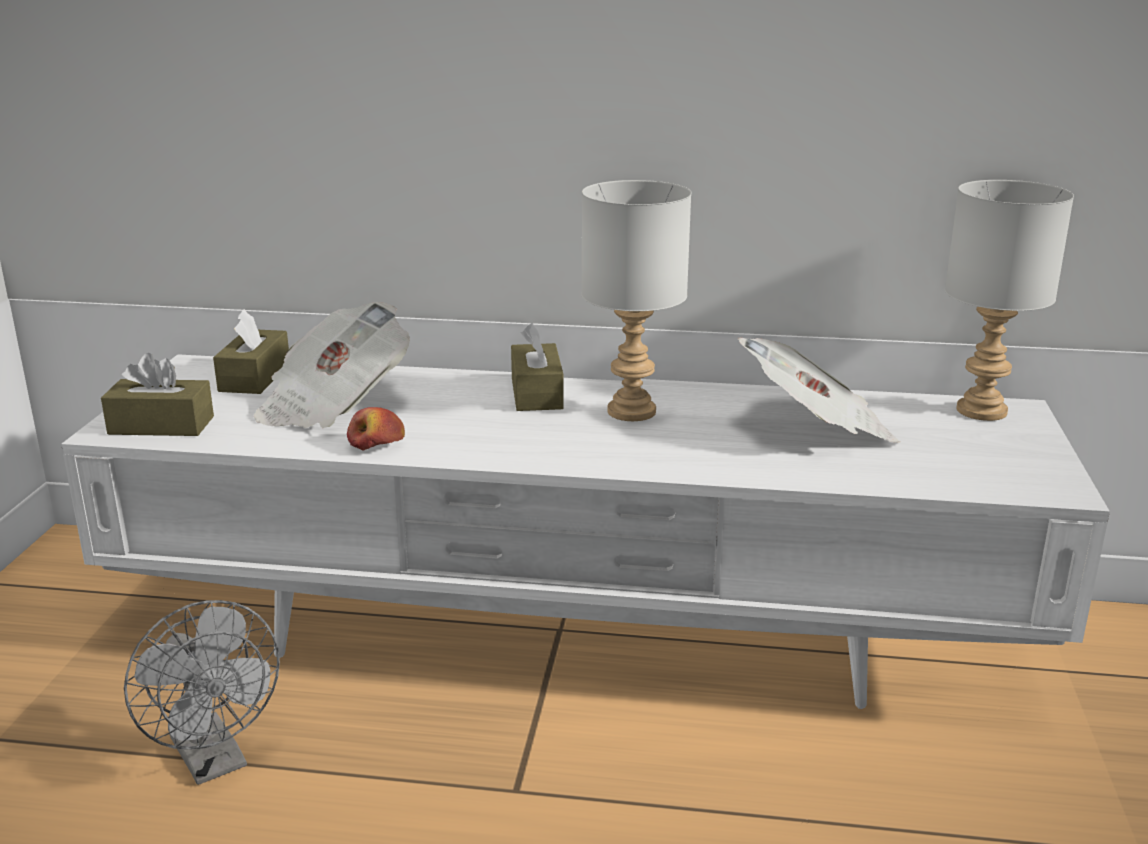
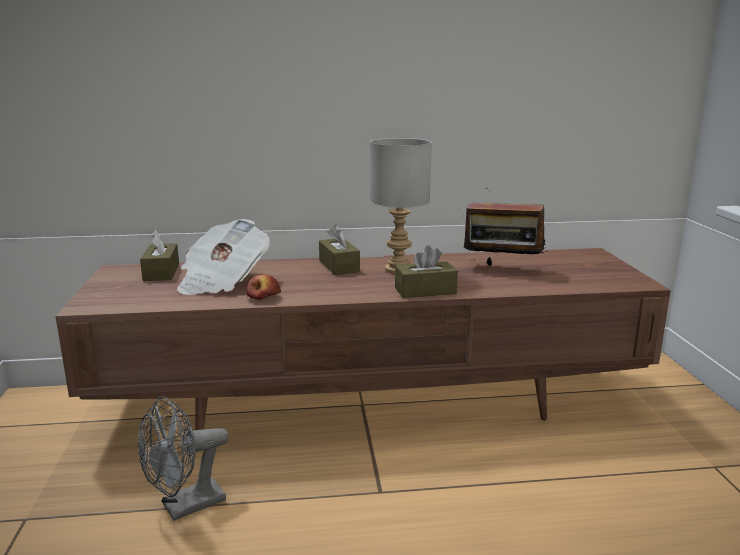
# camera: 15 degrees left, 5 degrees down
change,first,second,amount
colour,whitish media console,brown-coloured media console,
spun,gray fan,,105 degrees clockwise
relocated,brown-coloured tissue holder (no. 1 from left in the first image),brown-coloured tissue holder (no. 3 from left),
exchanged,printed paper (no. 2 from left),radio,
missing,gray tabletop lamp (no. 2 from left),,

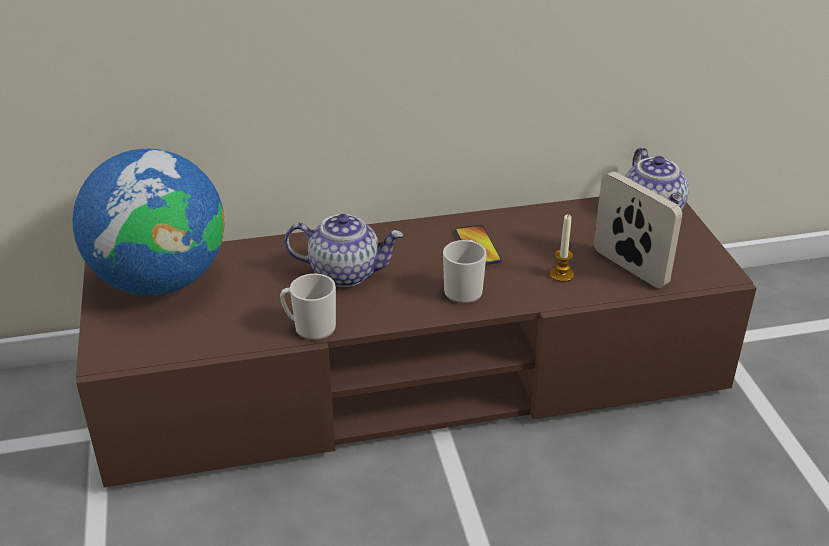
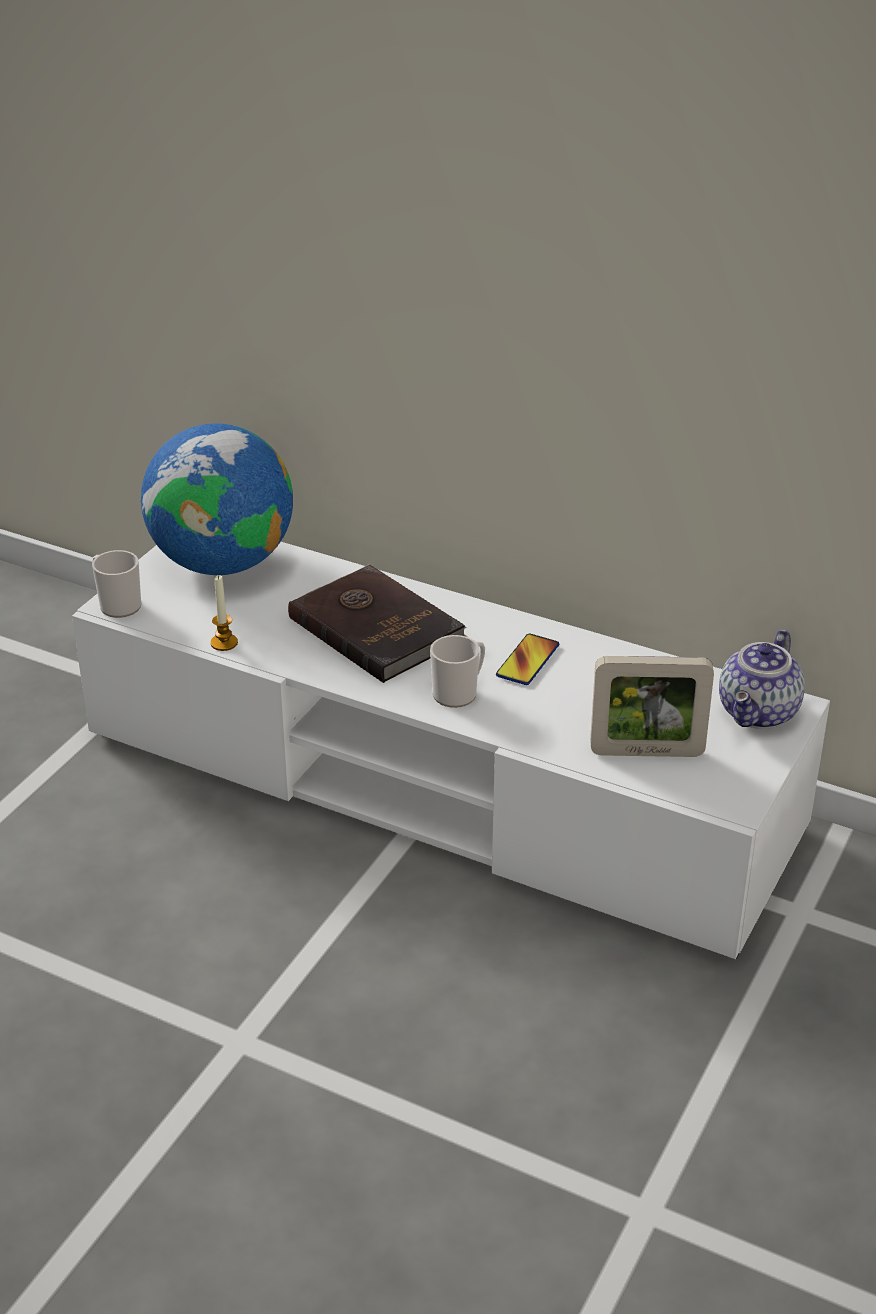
# camera: 40 degrees right, 0 degrees up
change,first,second,amount
colour,brown-coloured media console,whitish media console,
relocated,tea mug (no. 1 from left),,
relocated,wax light,,
exchanged,pot for tea (no. 1 from left),brown-coloured volume,
spun,standing frame,,90 degrees clockwise

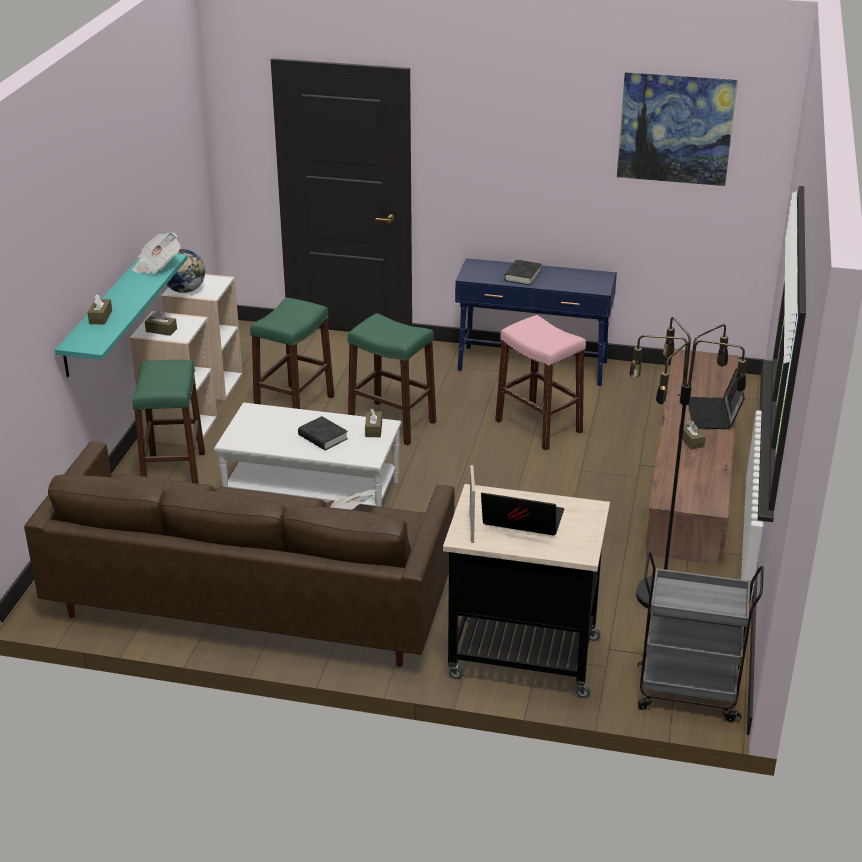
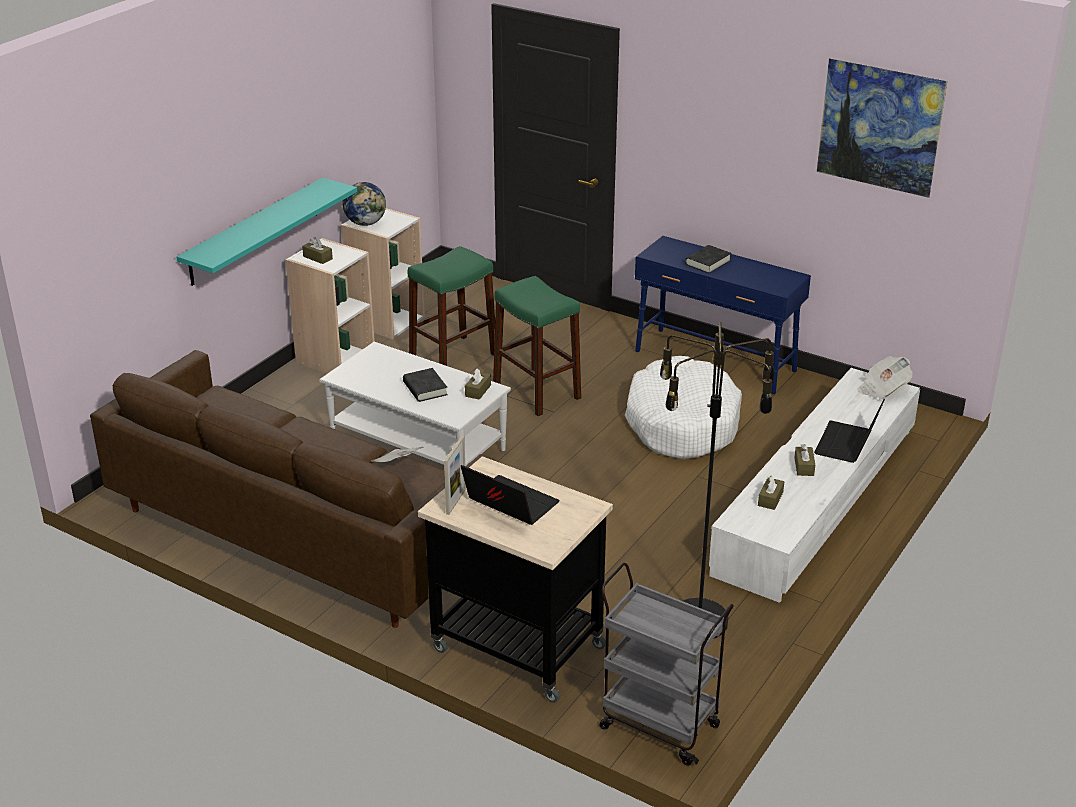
# camera: 20 degrees right, 0 degrees up
change,first,second,amount
exchanged,pinkish stool,whitish pet bed,
colour,brown-coloured media console,whitish media console,
relocated,brown-coloured tissue holder (no. 1 from left in the first image),brown-coloured tissue holder (no. 3 from left),
relocated,printed paper (no. 1 from left in the first image),printed paper (no. 2 from left),
missing,greenish stool (no. 1 from left),,

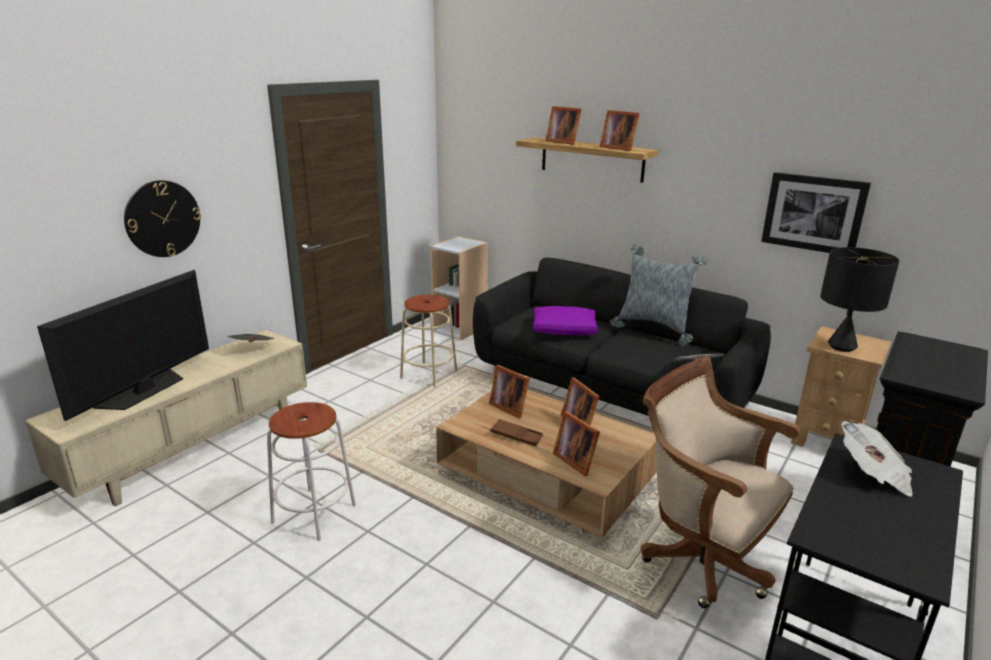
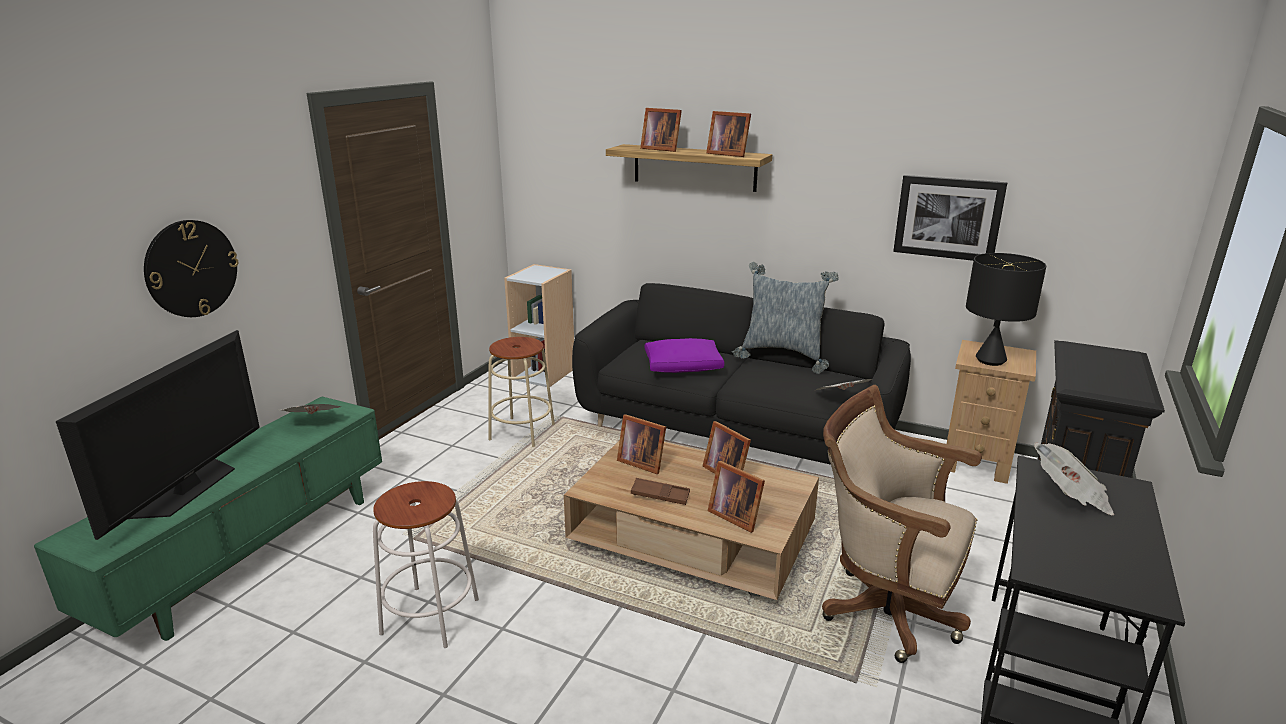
# camera: 10 degrees left, 0 degrees up
change,first,second,amount
colour,beige-coloured media console,greenish media console,

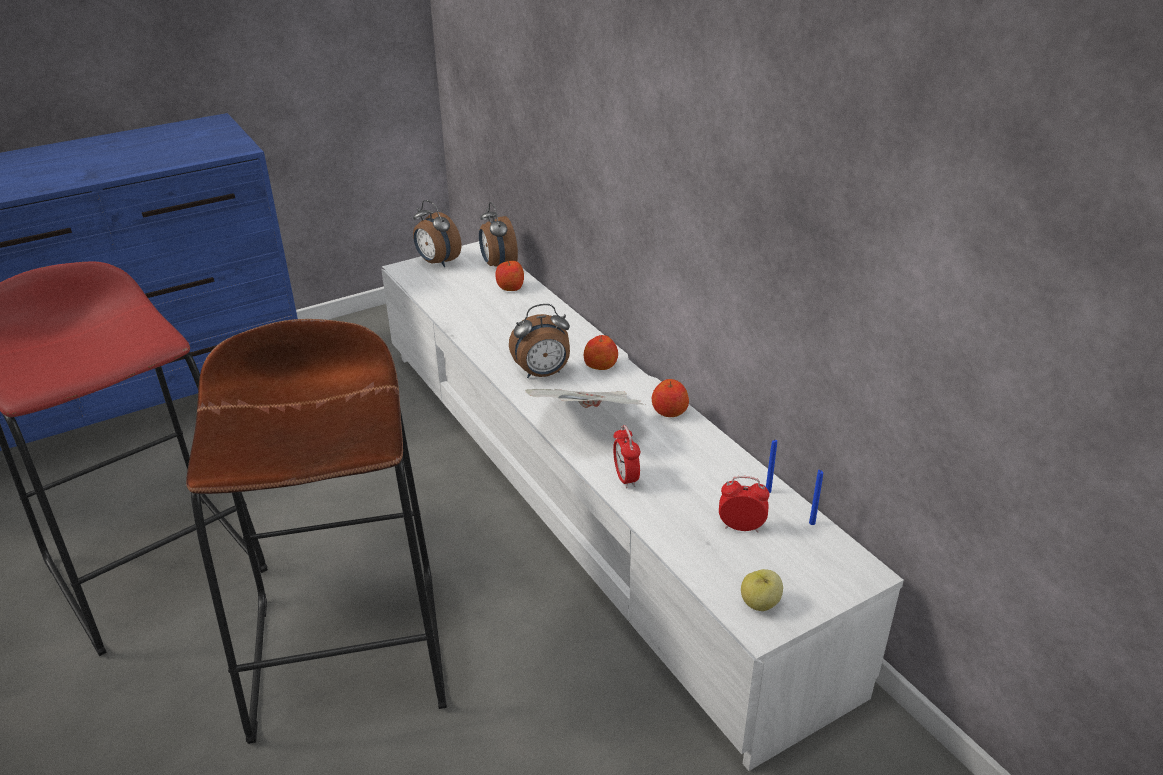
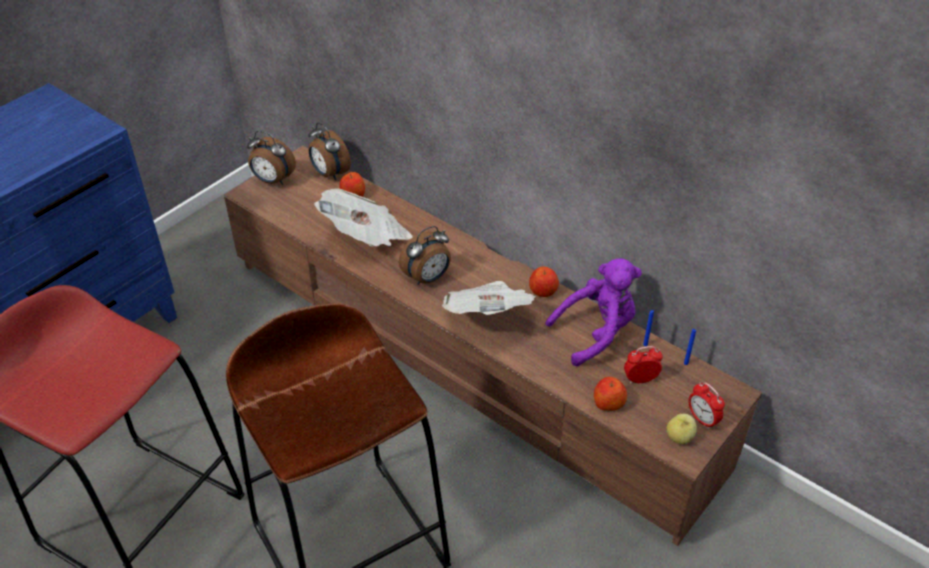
# camera: 20 degrees left, 10 degrees up
change,first,second,amount
colour,whitish media console,brown-coloured media console,
appeared,,printed paper (no. 1 from left),
appeared,,purple soft toy,
relocated,apple (no. 2 from left in the first image),apple (no. 3 from left),
relocated,table clock (no. 4 from left in the first image),table clock (no. 5 from left),

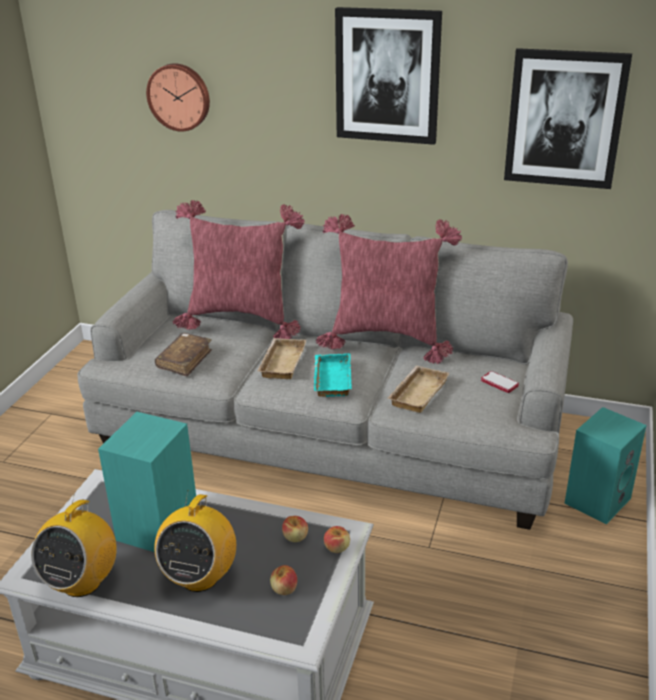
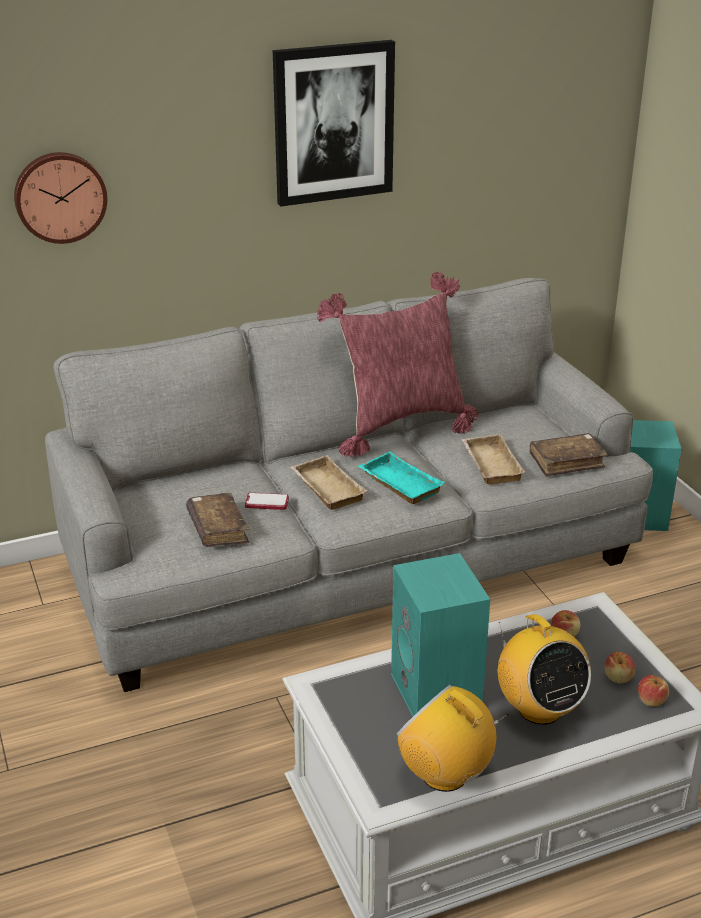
# camera: 40 degrees left, 0 degrees up
change,first,second,amount
relocated,handset,,
spun,radio (no. 1 from left),,150 degrees clockwise
appeared,,brown-coloured volume (no. 2 from left),
relocated,apple (no. 3 from left),,
missing,reddish cushion (no. 1 from left),,
missing,wall picture (no. 2 from left),,

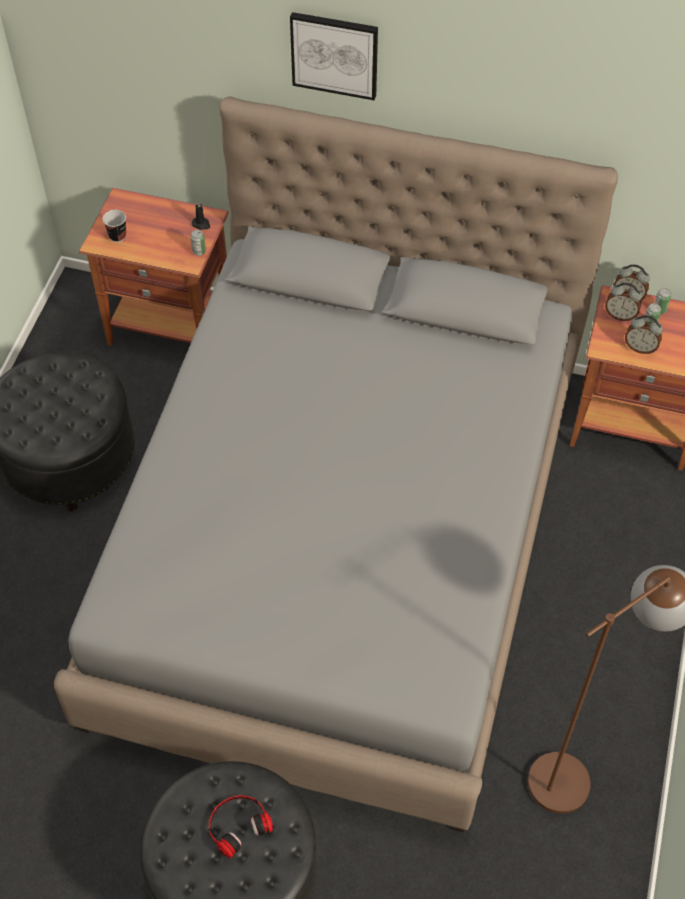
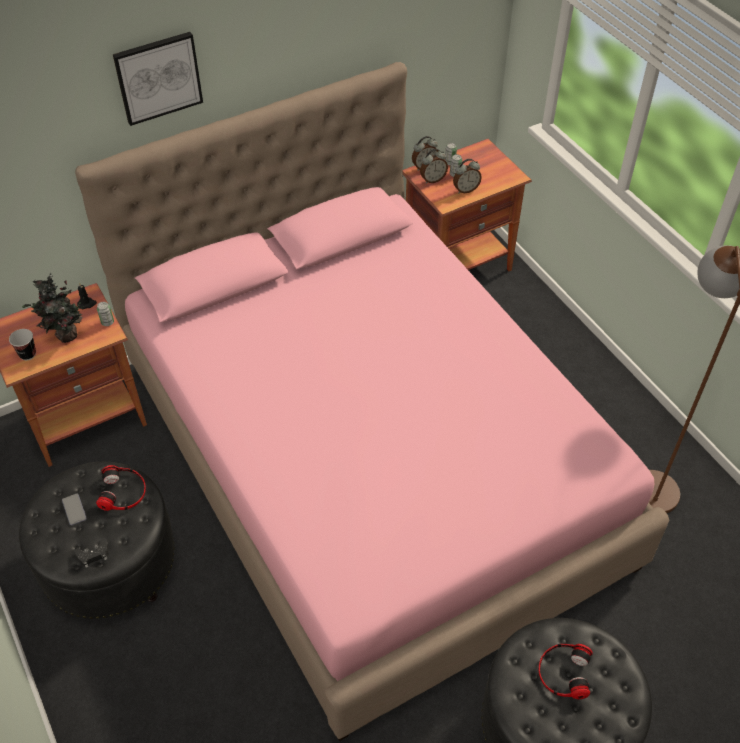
# camera: 45 degrees left, 5 degrees down
change,first,second,amount
appeared,,potted plant,
appeared,,handset,
appeared,,black joypad,
colour,gray sleeping bed,pinkish sleeping bed,
appeared,,headset (no. 1 from left),

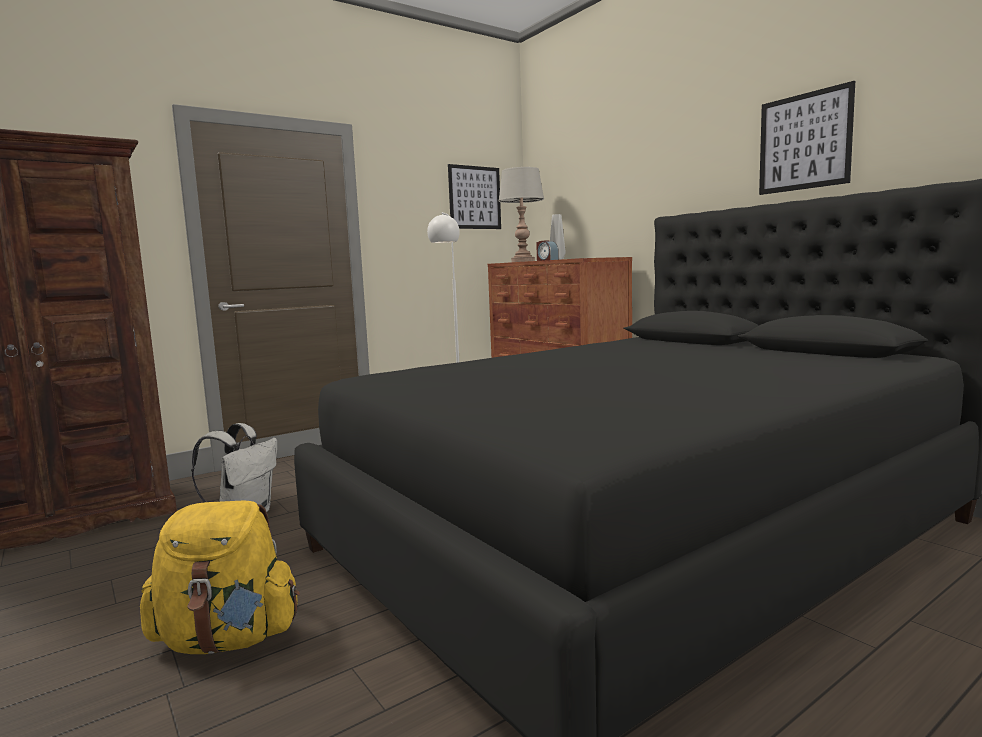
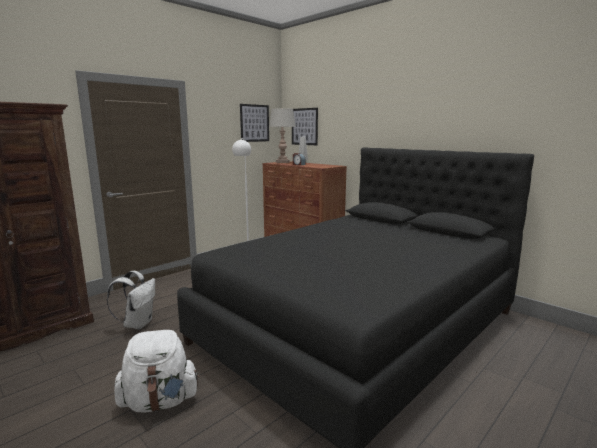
# camera: 10 degrees left, 5 degrees up
change,first,second,amount
colour,yellow backpack,whitish backpack (no. 2 from left),
relocated,wall picture (no. 2 from left),,

